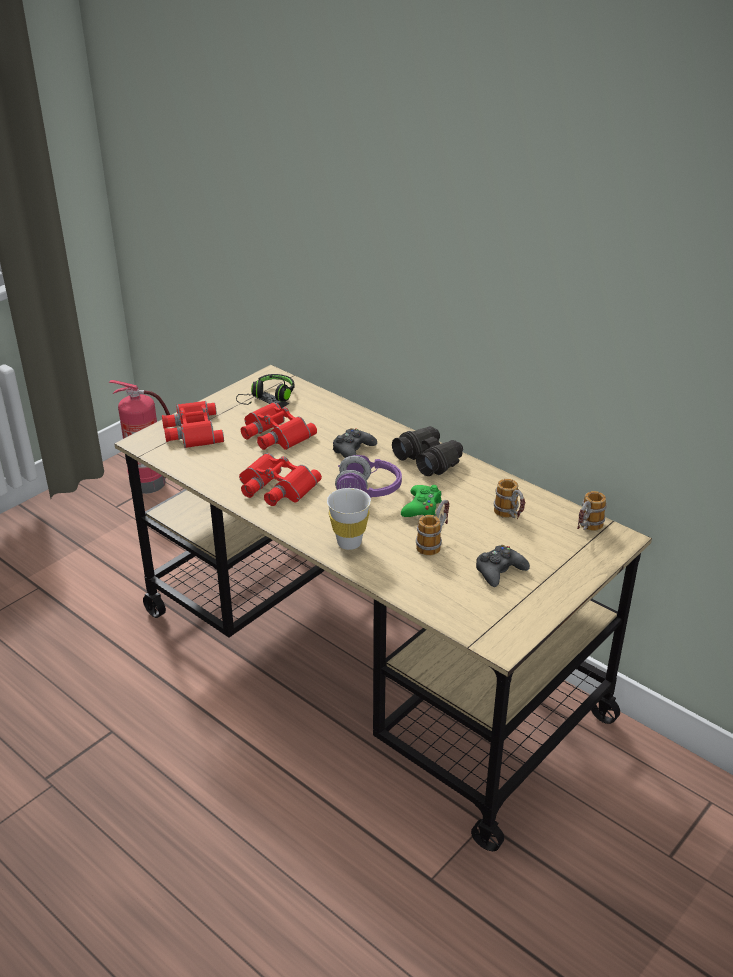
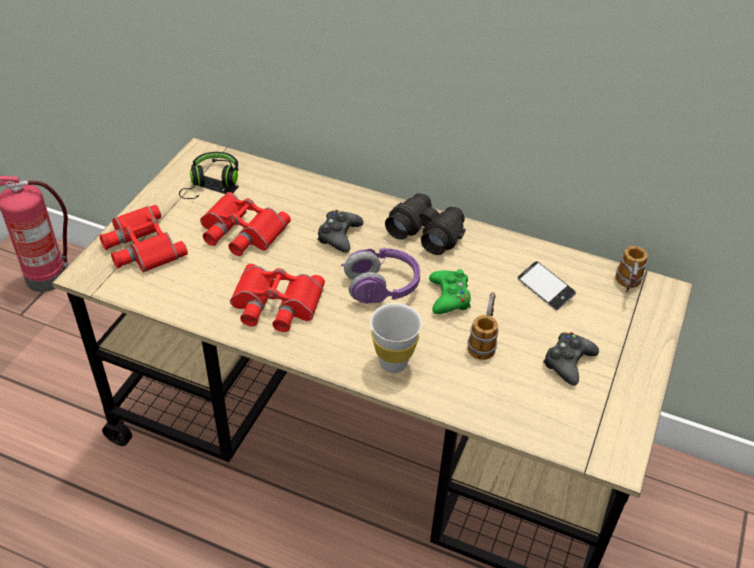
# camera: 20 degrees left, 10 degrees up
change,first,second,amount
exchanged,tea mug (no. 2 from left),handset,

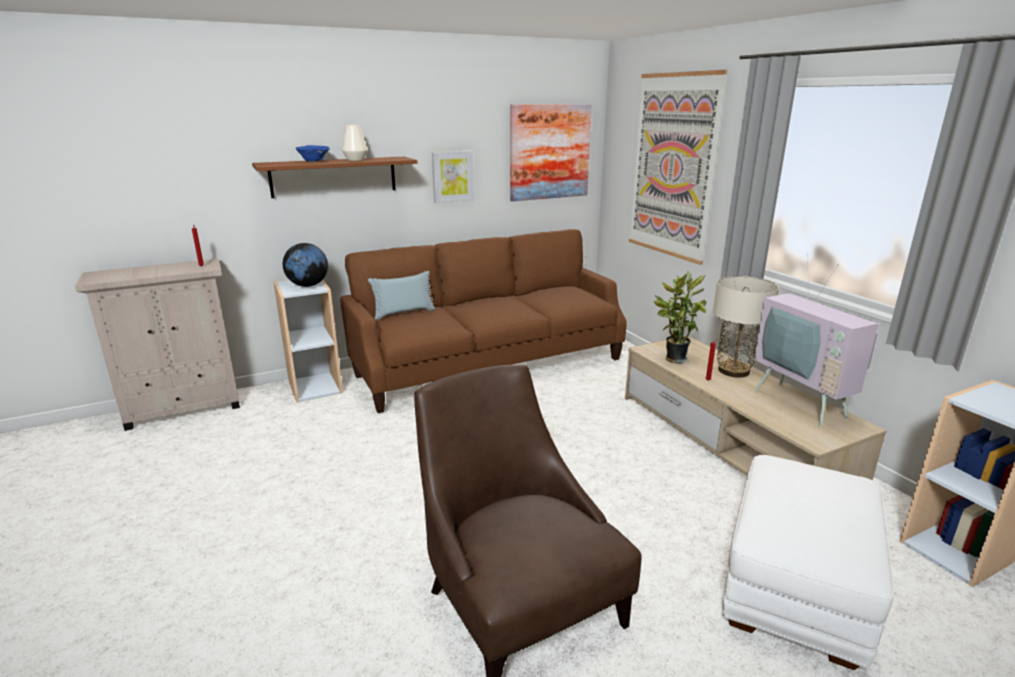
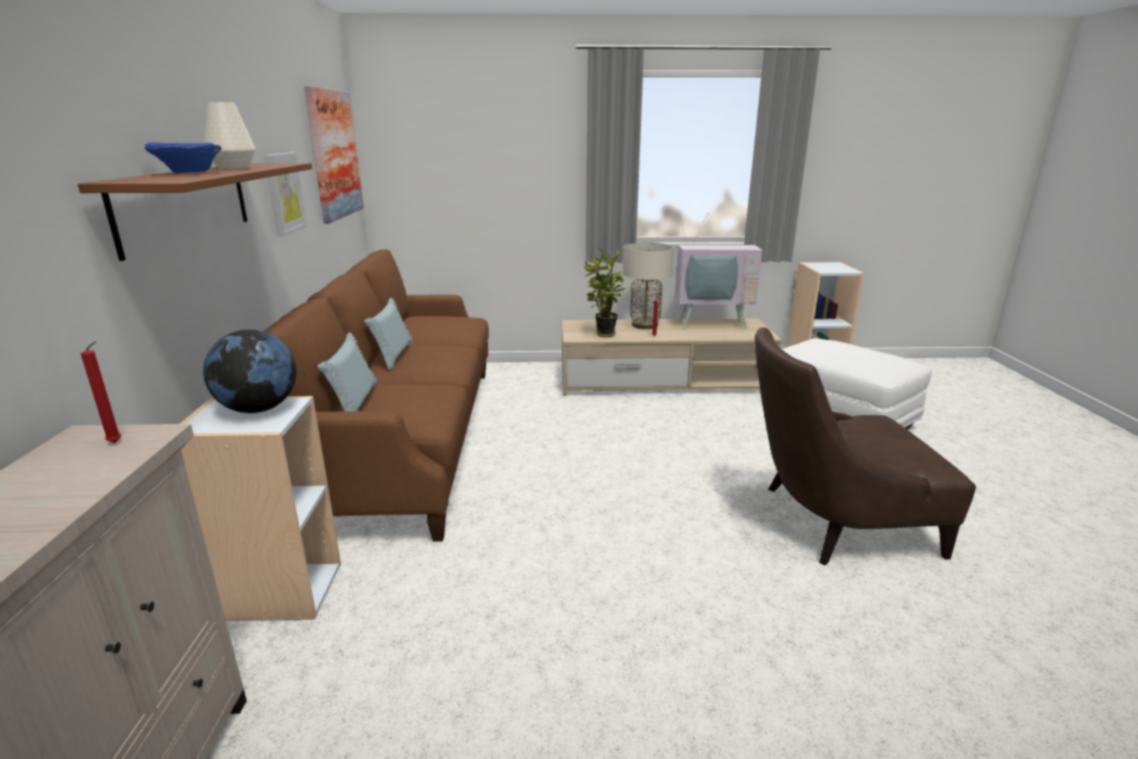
# camera: 65 degrees left, 0 degrees up
change,first,second,amount
appeared,,blue cushion (no. 2 from left),
missing,wall picture (no. 3 from left),,

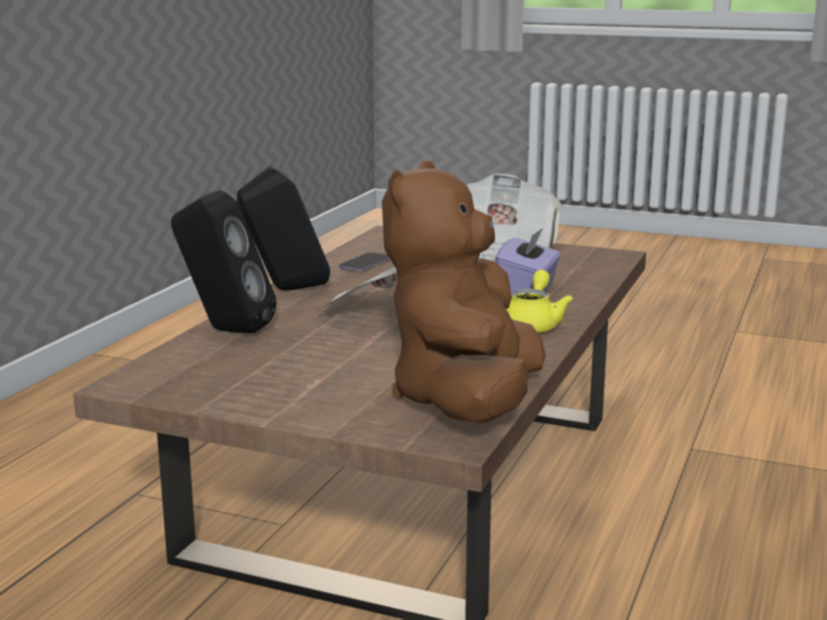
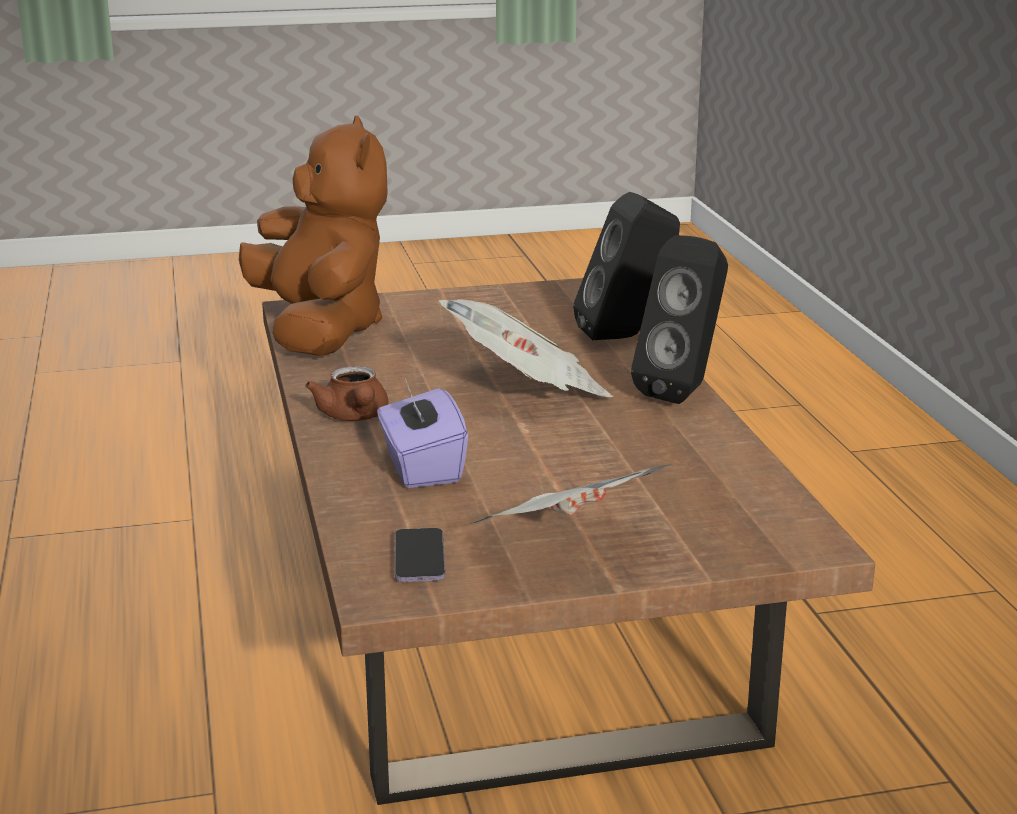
# camera: 145 degrees right, 5 degrees up
change,first,second,amount
colour,yellow pot for tea,brown-coloured pot for tea,
relocated,handset,,

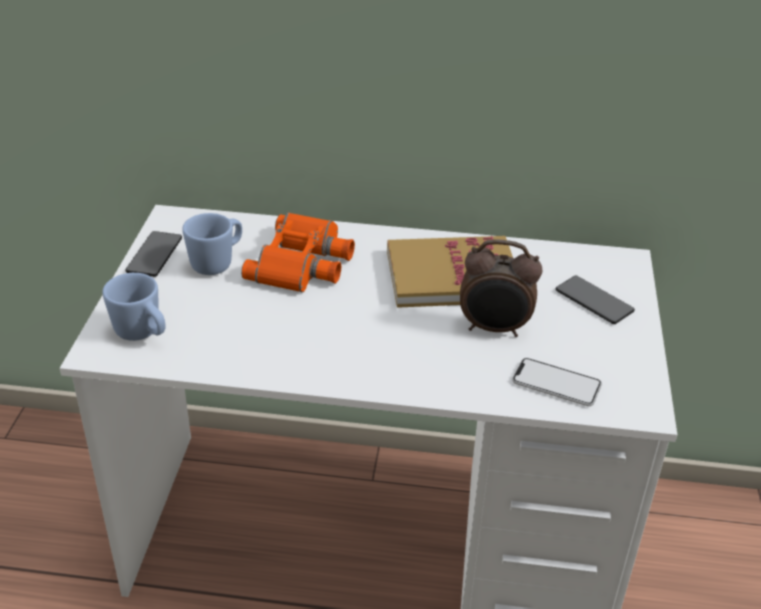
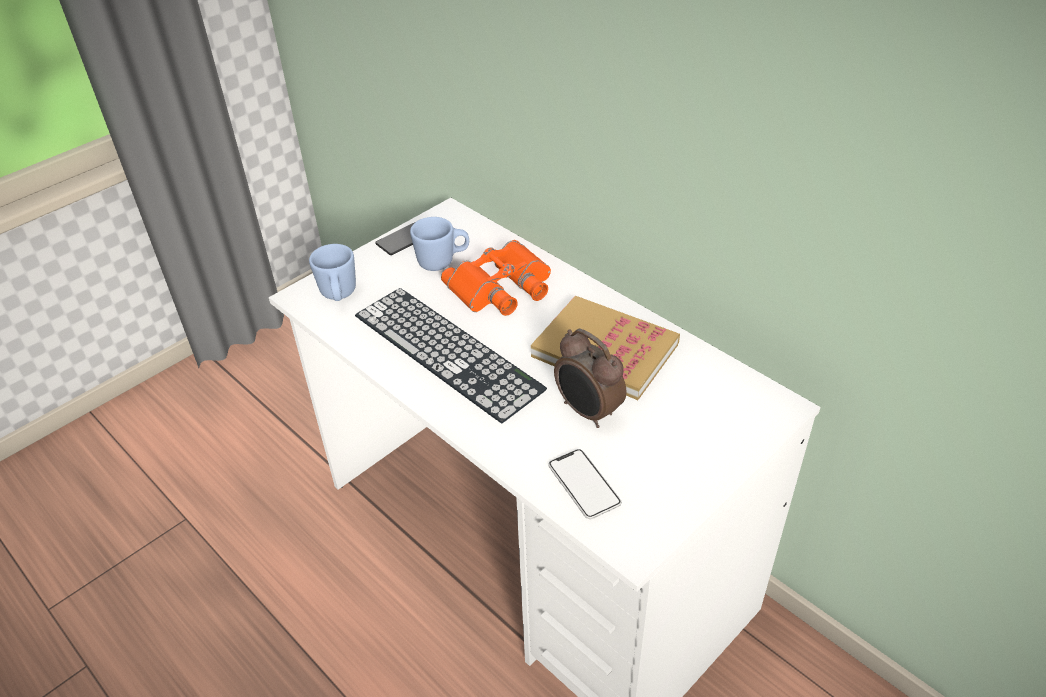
# camera: 40 degrees right, 5 degrees up
change,first,second,amount
appeared,,PC keyboard,
missing,handset (no. 3 from left),,

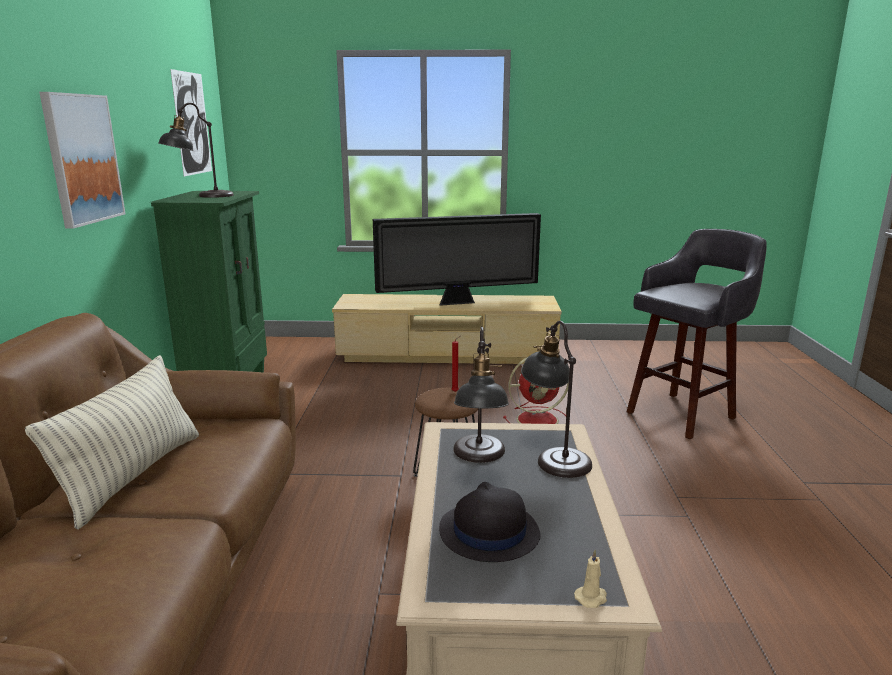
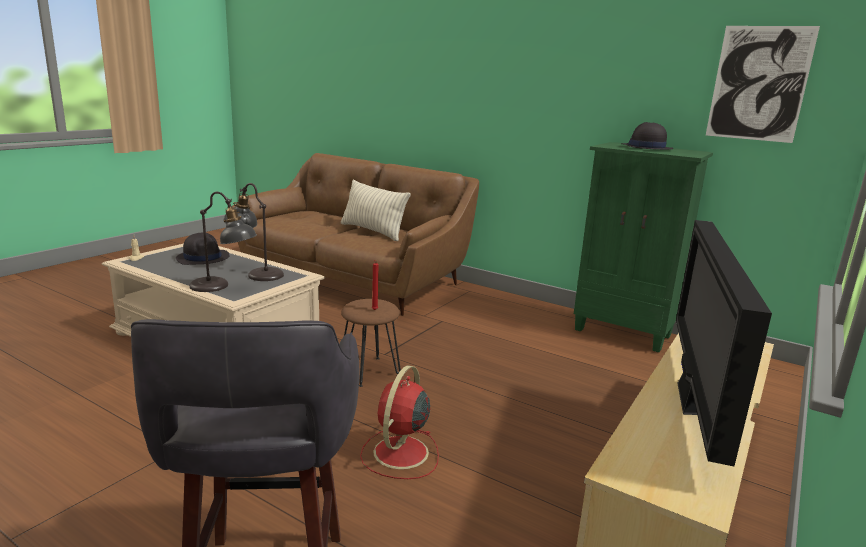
# camera: 120 degrees right, 0 degrees up
change,first,second,amount
exchanged,gray tabletop lamp (no. 1 from left),black clothing hat (no. 2 from left),
missing,wall picture (no. 1 from left),,

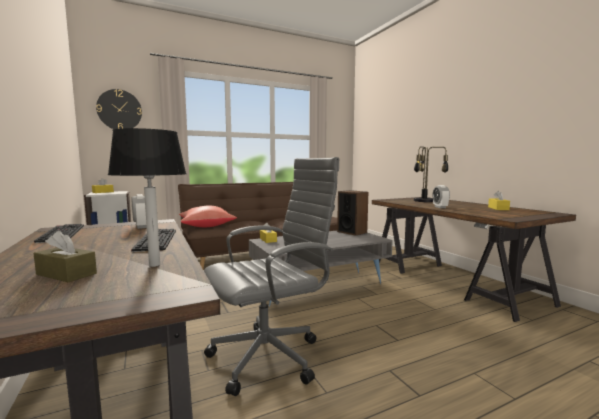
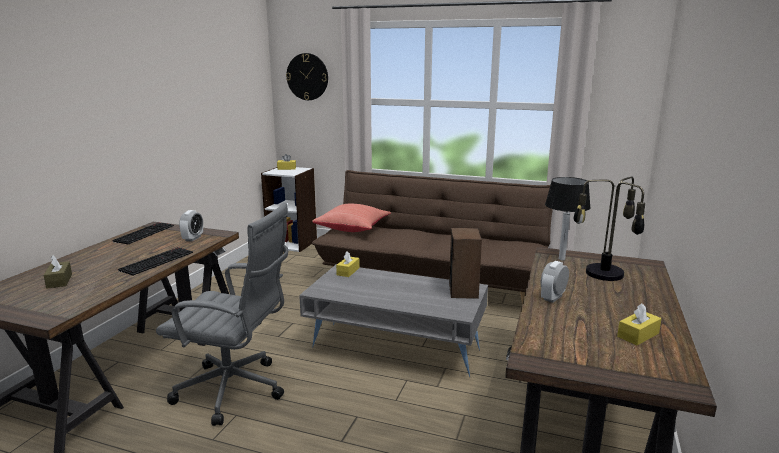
# camera: 45 degrees right, 10 degrees up
change,first,second,amount
relocated,tabletop lamp (no. 1 from left),,

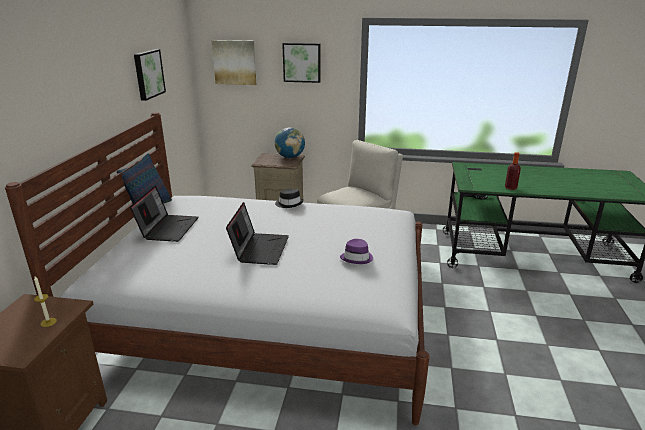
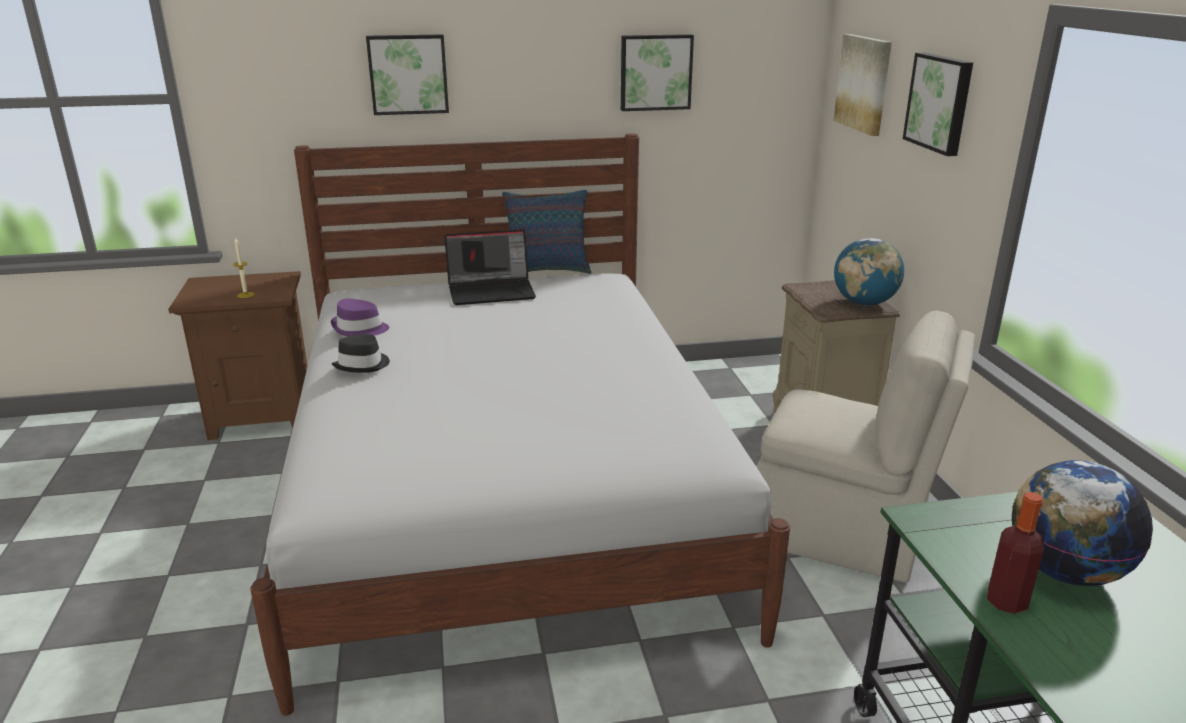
# camera: 70 degrees right, 0 degrees up
change,first,second,amount
relocated,purple clothing hat,,
relocated,black clothing hat,,
appeared,,wall picture (no. 1 from left),
appeared,,desk globe (no. 2 from left),
missing,notebook computer (no. 2 from left),,

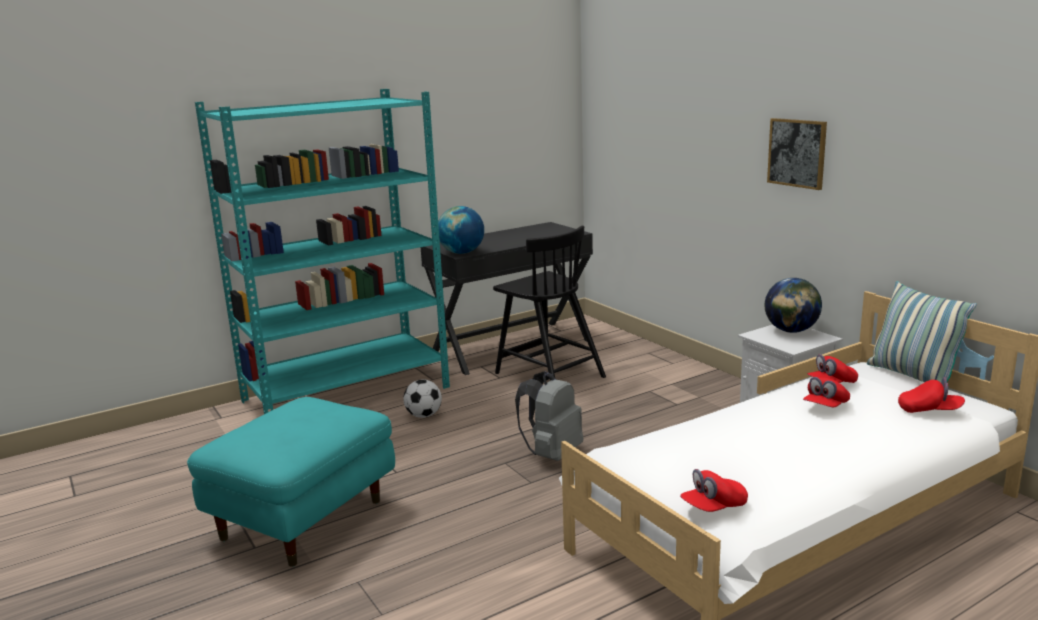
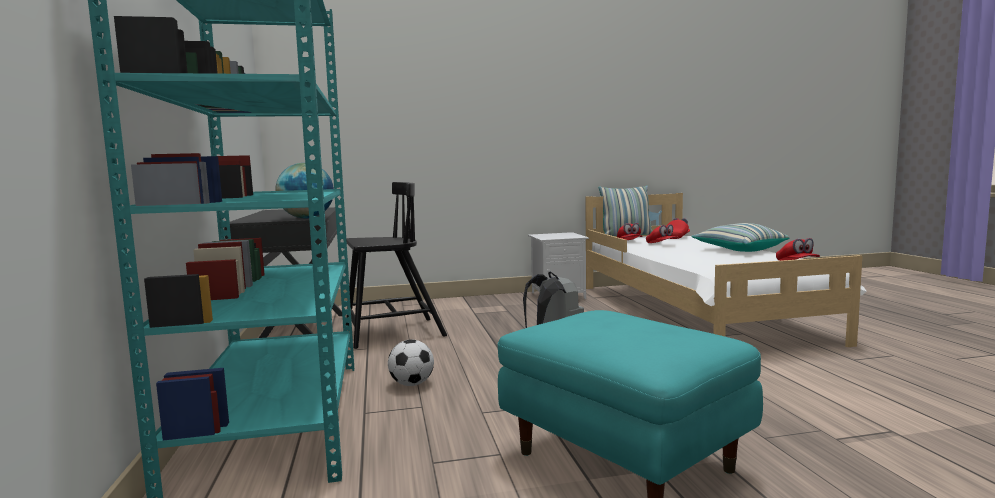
# camera: 70 degrees left, 10 degrees down
change,first,second,amount
appeared,,cushion (no. 2 from left),
missing,desk globe (no. 2 from left),,
missing,wall picture,,

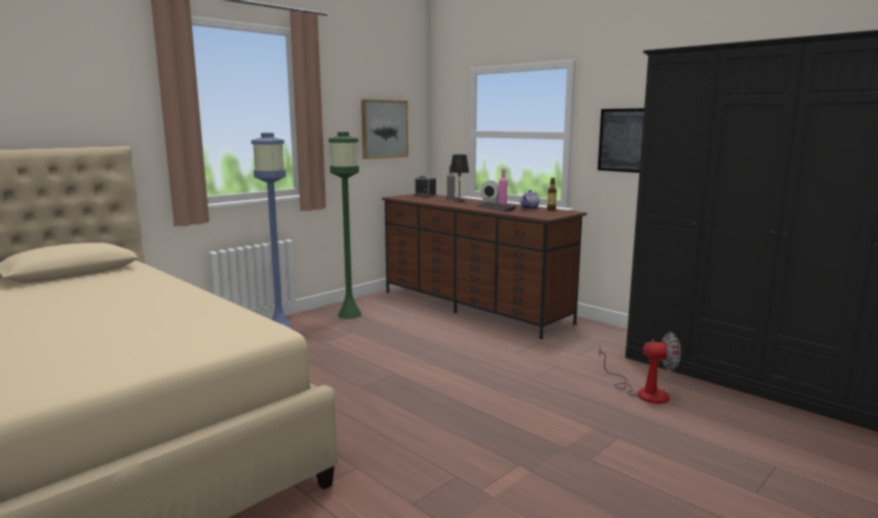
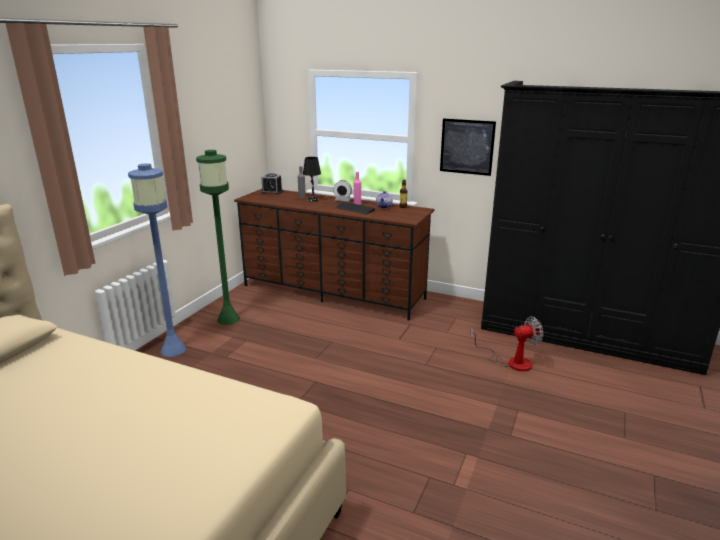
# camera: 20 degrees left, 10 degrees up
change,first,second,amount
missing,wall picture (no. 1 from left),,

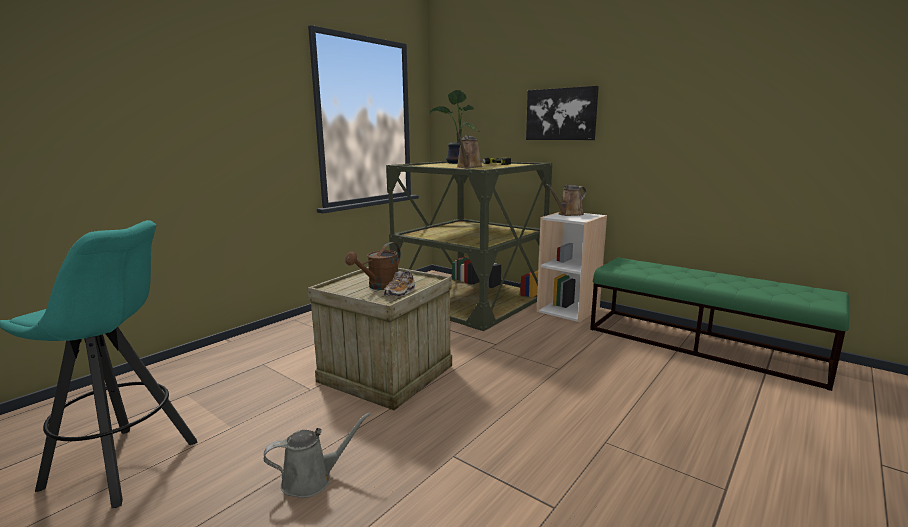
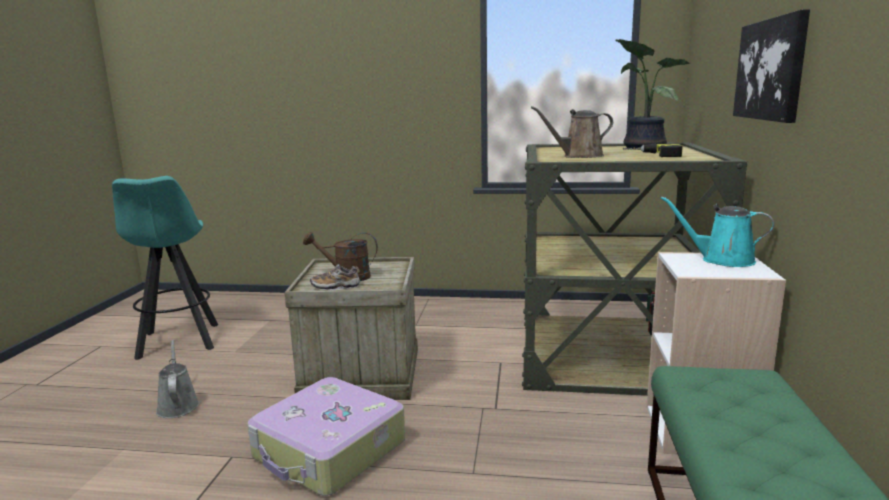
# camera: 60 degrees right, 0 degrees up
change,first,second,amount
spun,gray watering can,,150 degrees counterclockwise
appeared,,piece of luggage,
colour,brown-coloured watering can (no. 3 from left),turquoise-coloured watering can,

